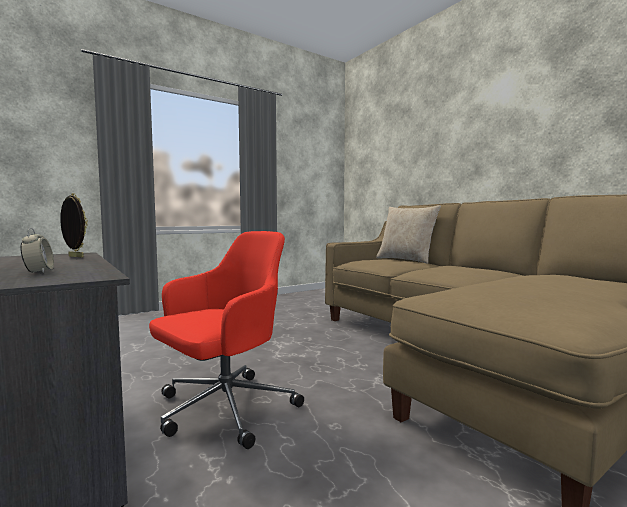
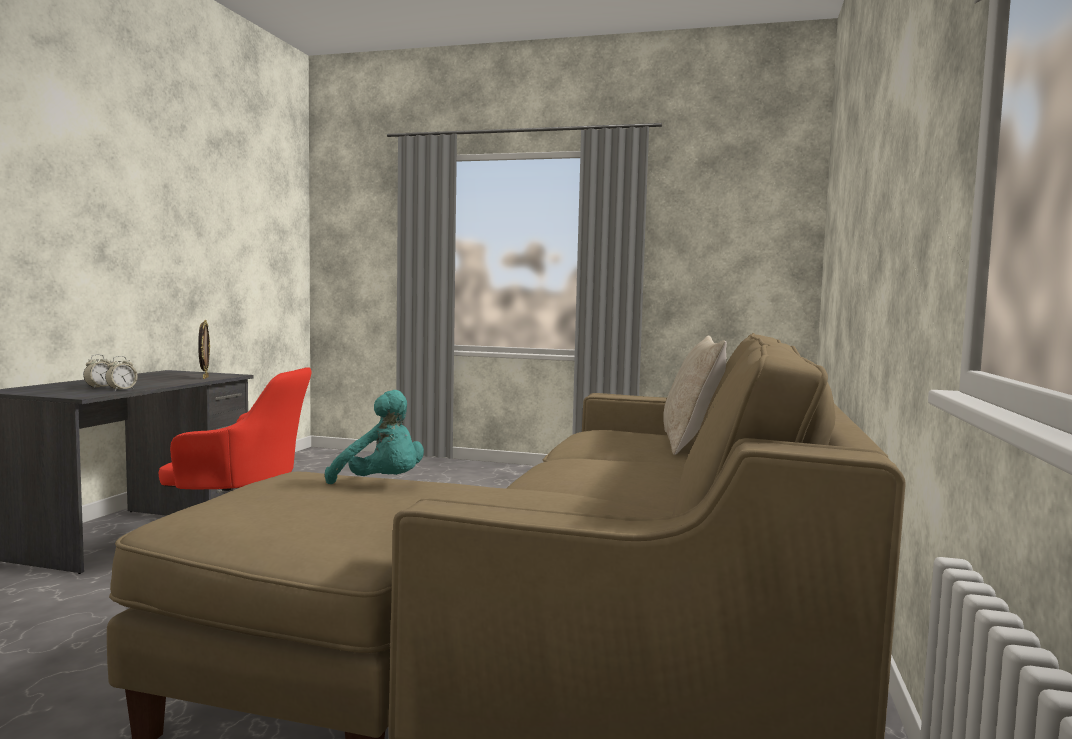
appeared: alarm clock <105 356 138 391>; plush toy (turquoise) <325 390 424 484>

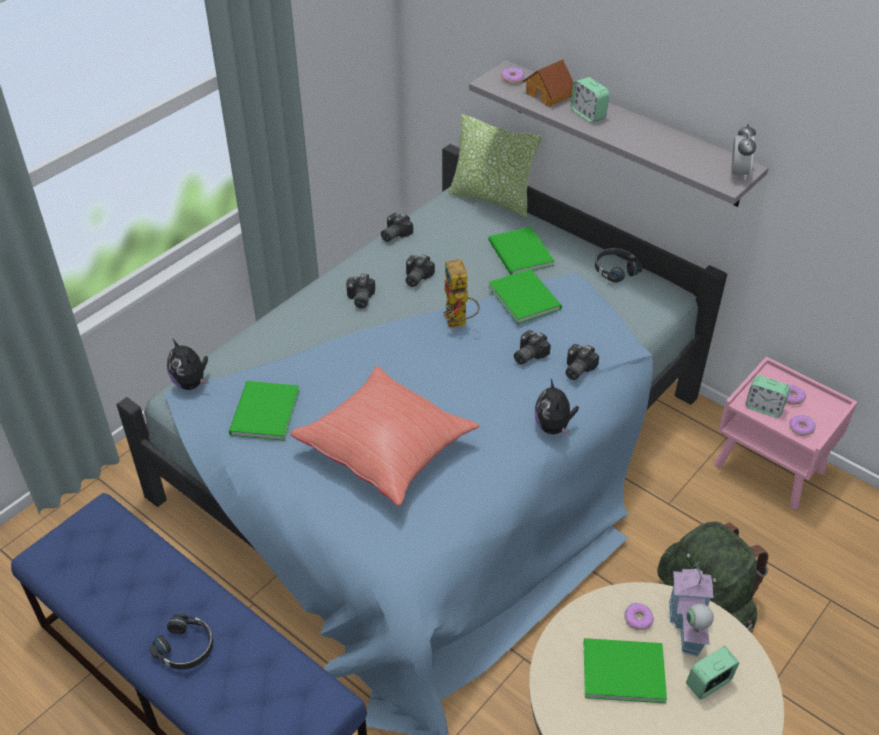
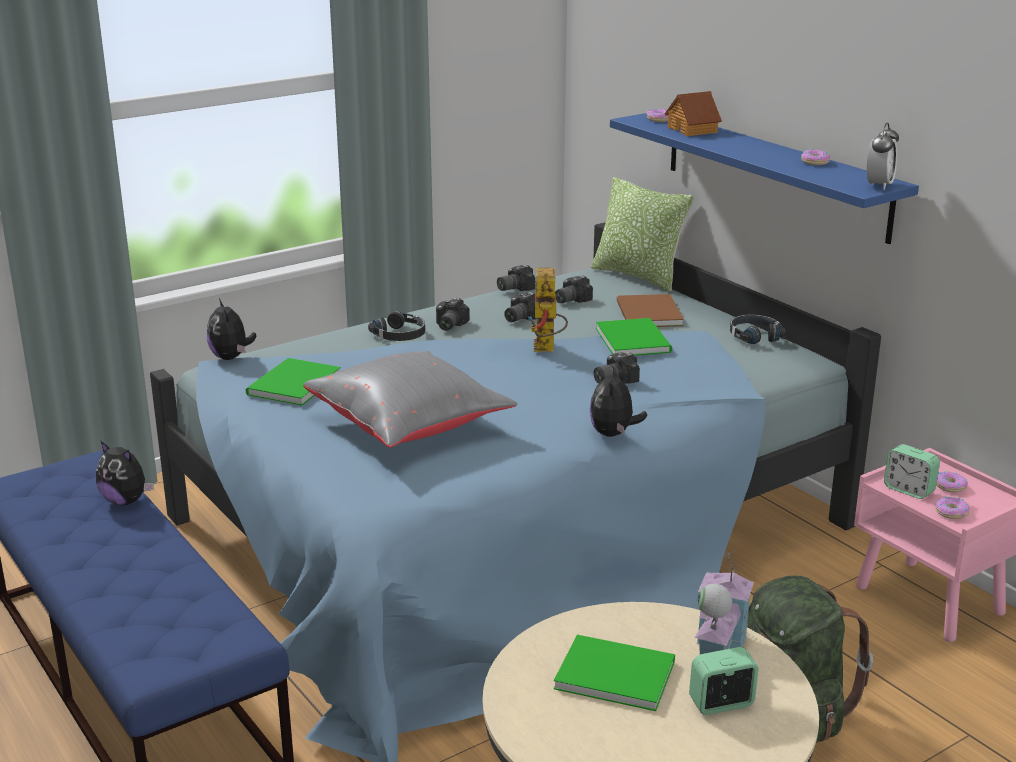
missing: alarm clock <571 77 610 123>
appeared: plush toy <96 441 154 505>
relocated: headphones (black) <149 613 213 669> to <368 311 425 341>; photo camera <566 344 599 380> to <555 276 593 303>; donut <625 603 654 630> to <801 149 830 165>
colour: pillow (red) <290 366 480 506> to pillow (grey) <303 351 517 448>; shelf (grey) <469 60 768 207> to shelf (blue) <610 113 919 244>; book (green) <488 227 555 275> to book (brown) <617 294 684 327>

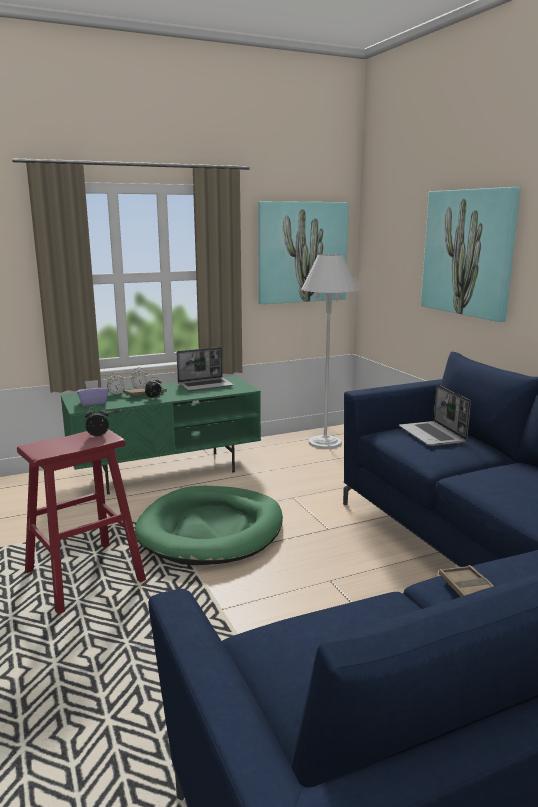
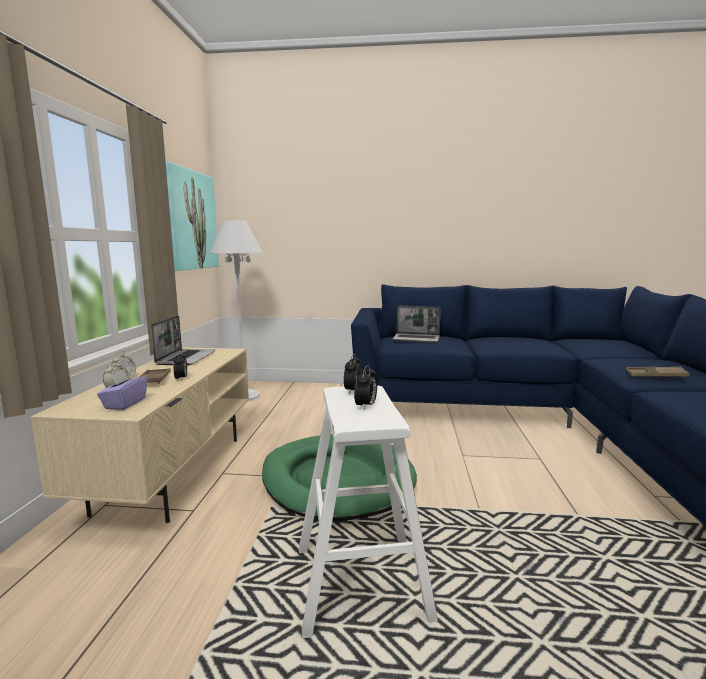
missing: picture <421 187 521 322>
appeared: alarm clock <354 365 377 410>
colour: stool (red) <17 429 146 614> to stool (white) <299 385 438 638>; tv stand (green) <60 376 261 494> to tv stand (beige) <30 347 249 523>

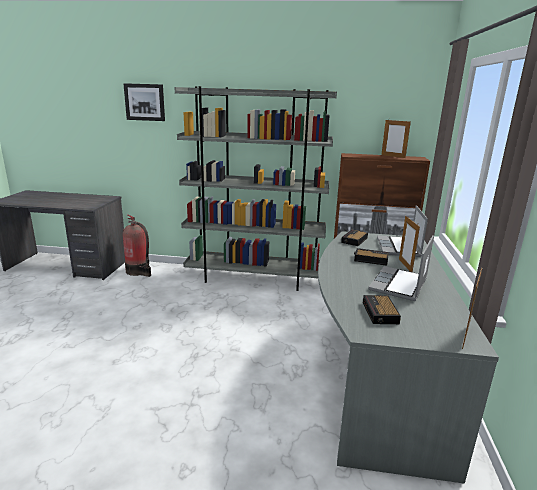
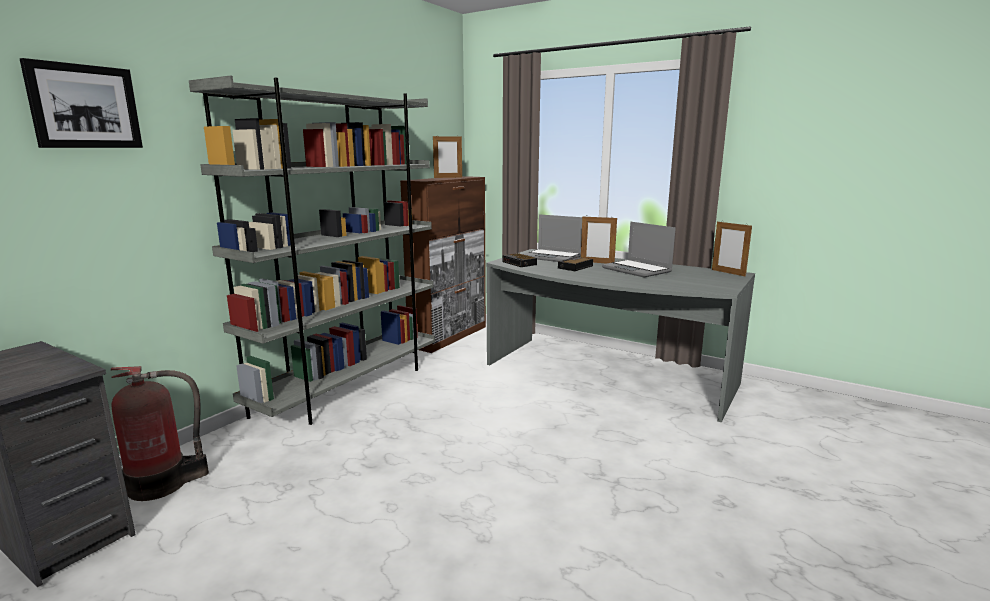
missing: alarm clock <363 295 401 324>

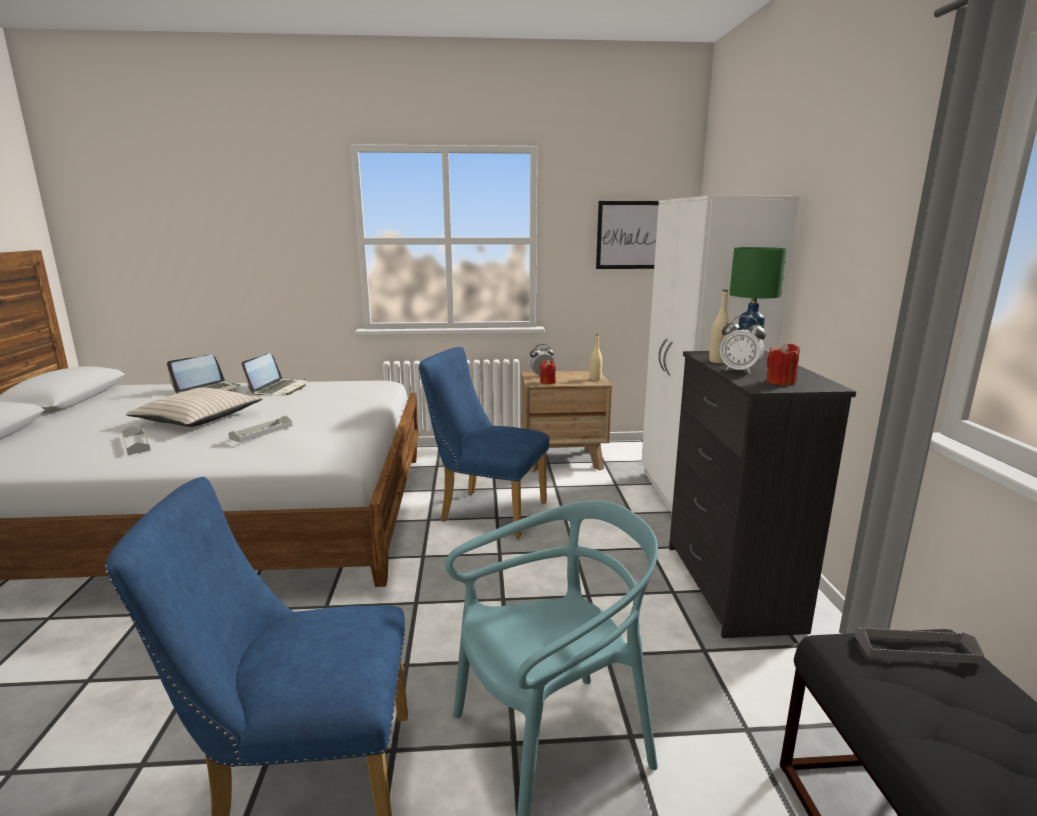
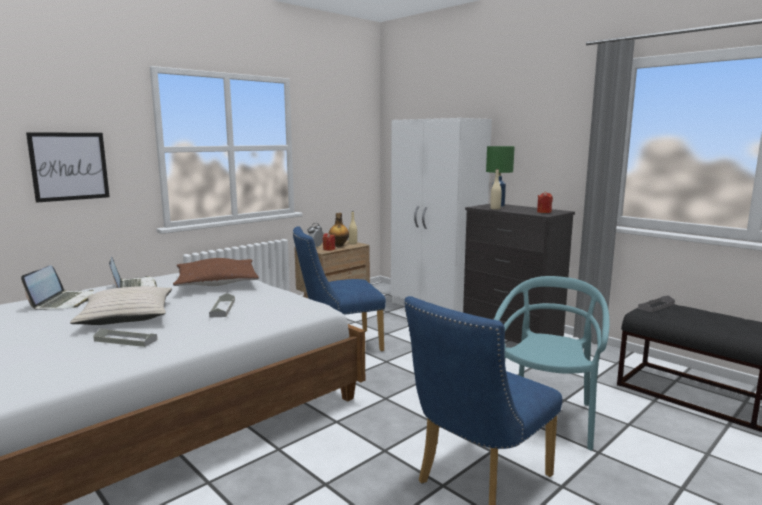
missing: alarm clock <720 316 766 374>
appeared: pillow (brown) <173 258 259 286>; bottle <329 213 349 247>
relocated: picture <596 201 659 269> to <26 132 110 203>

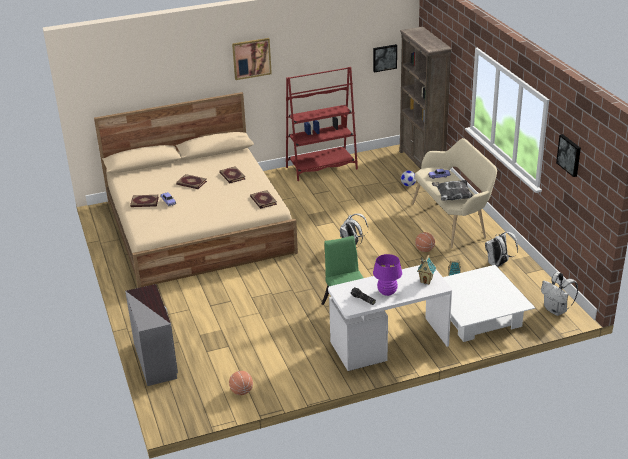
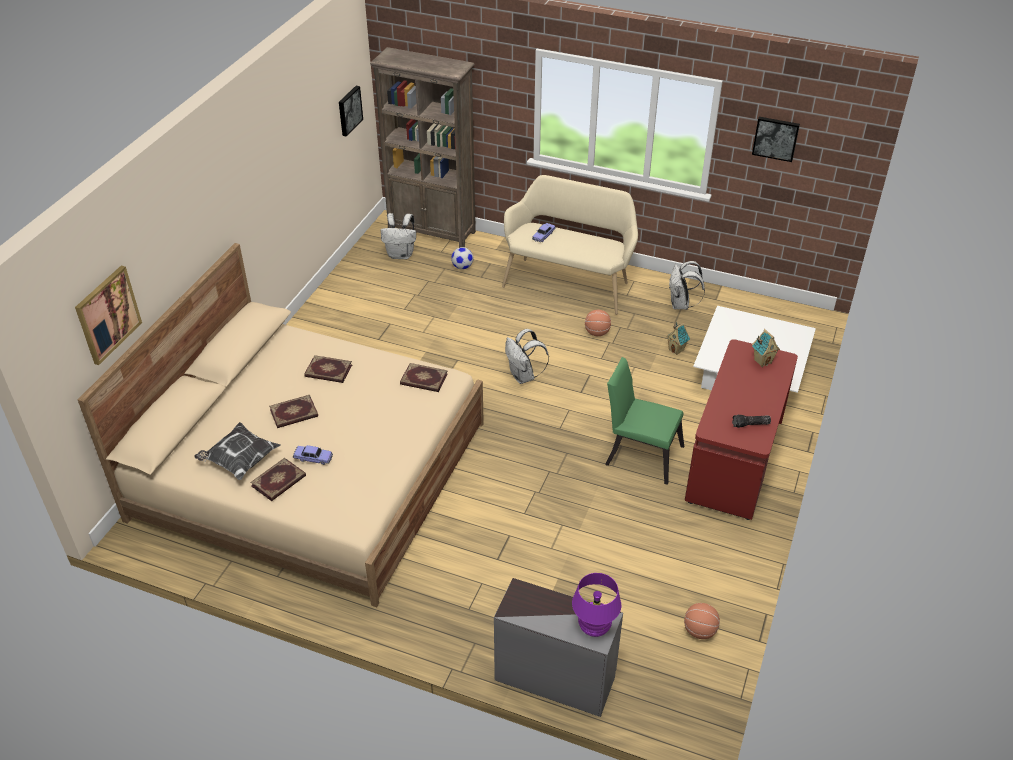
missing: bookcase (red) <286 67 358 181>
relocated: picture <232 38 272 80> to <75 266 142 365>; table lamp (purple) <373 254 402 296> to <572 573 621 637>; pillow <432 180 474 201> to <194 422 281 480>; backpack (white) <541 272 578 316> to <381 213 416 259>
colour: desk (white) <328 265 452 371> to desk (red) <685 339 798 520>

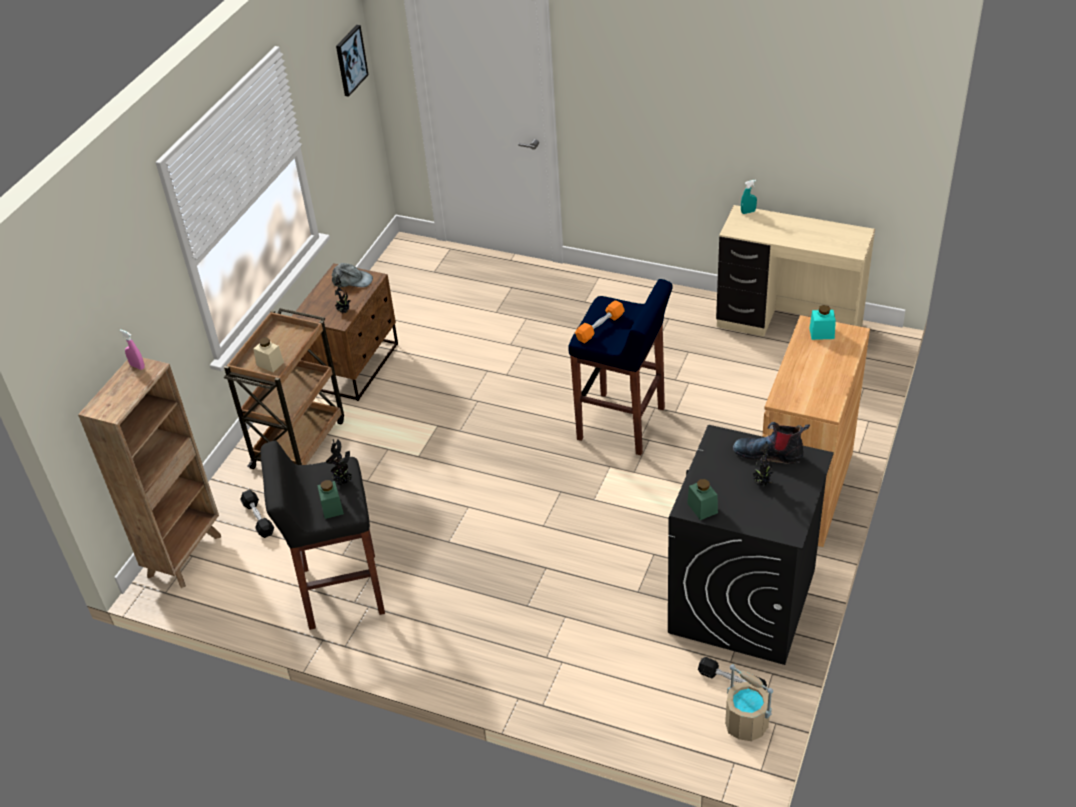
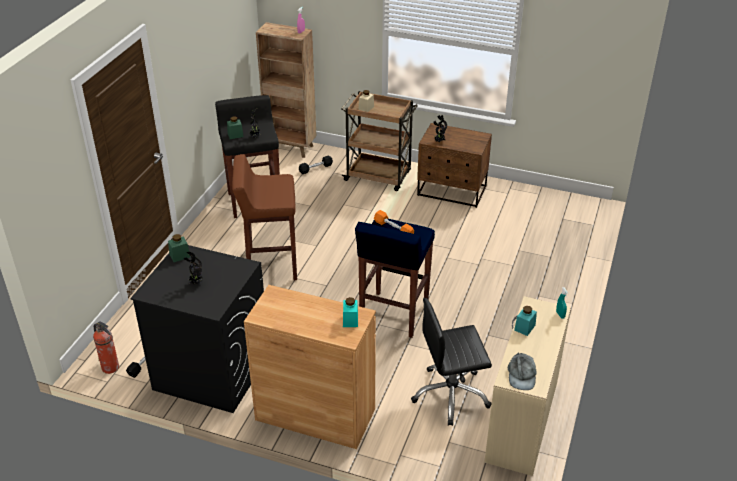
missing: picture <336 25 369 97>; boot <733 422 810 464>
appeared: stool (brown) <232 154 297 280>; office chair (black) <411 298 492 426>; jar (turquoise) <514 306 537 336>
relocated: cap (grey) <332 263 373 287> to <508 353 537 390>
exchanged: bucket (beige) <725 665 773 741> to fire extinguisher <93 321 119 374>

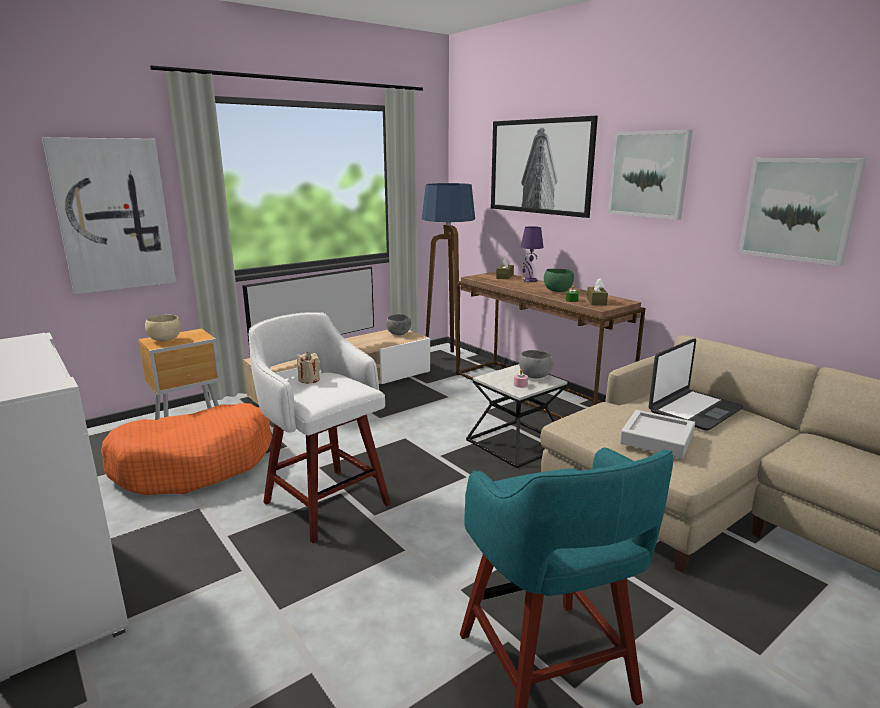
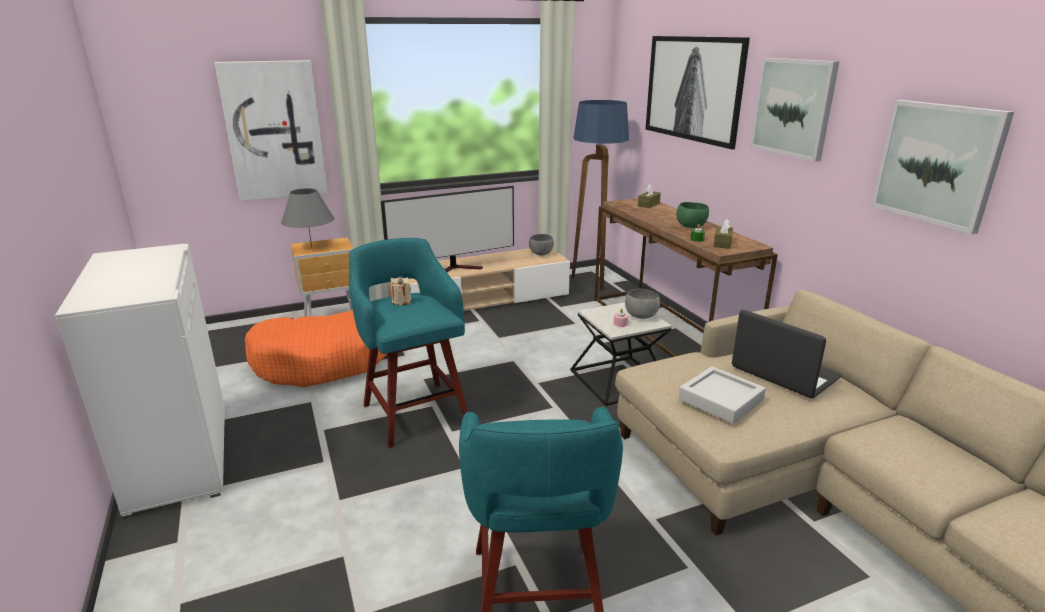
missing: table lamp (purple) <521 226 544 282>
exchanged: bowl (beige) <145 315 181 341> to table lamp (grey) <281 188 334 247>
colour: stool (white) <248 312 391 543> to stool (turquoise) <349 238 468 448>
spun: laptop <649 338 743 430> = <732 310 841 398> 105 degrees counterclockwise

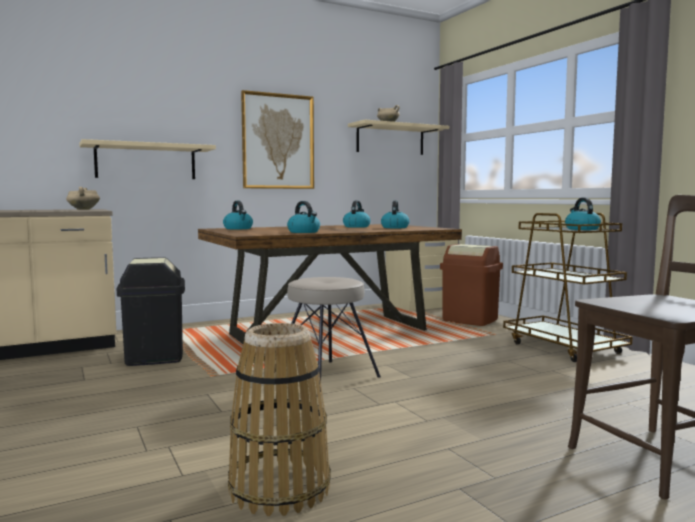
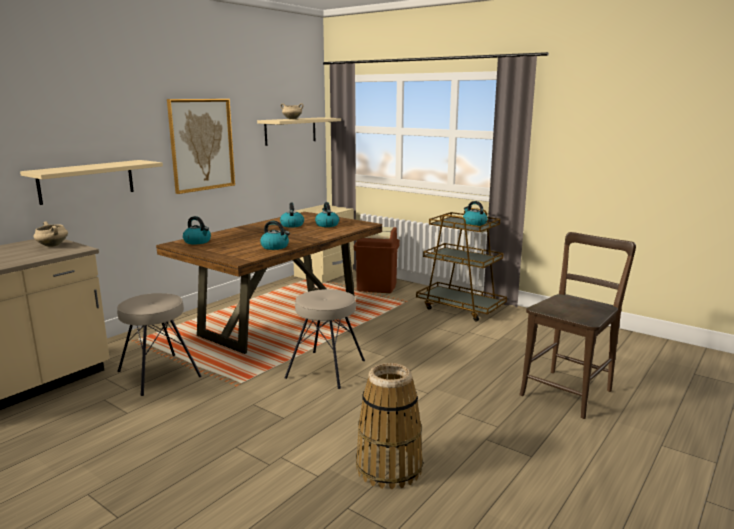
exchanged: trash can (black) <117 257 185 366> to stool (beige) <117 293 202 396>

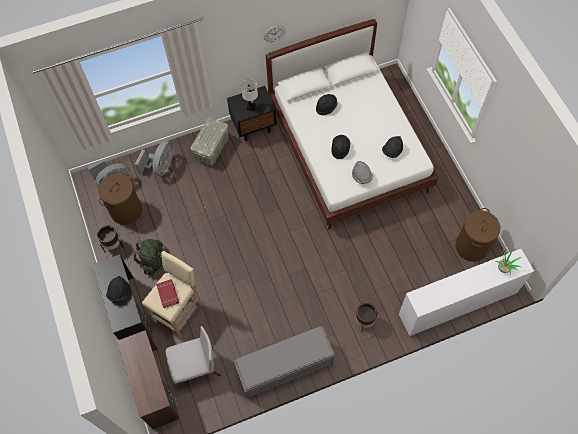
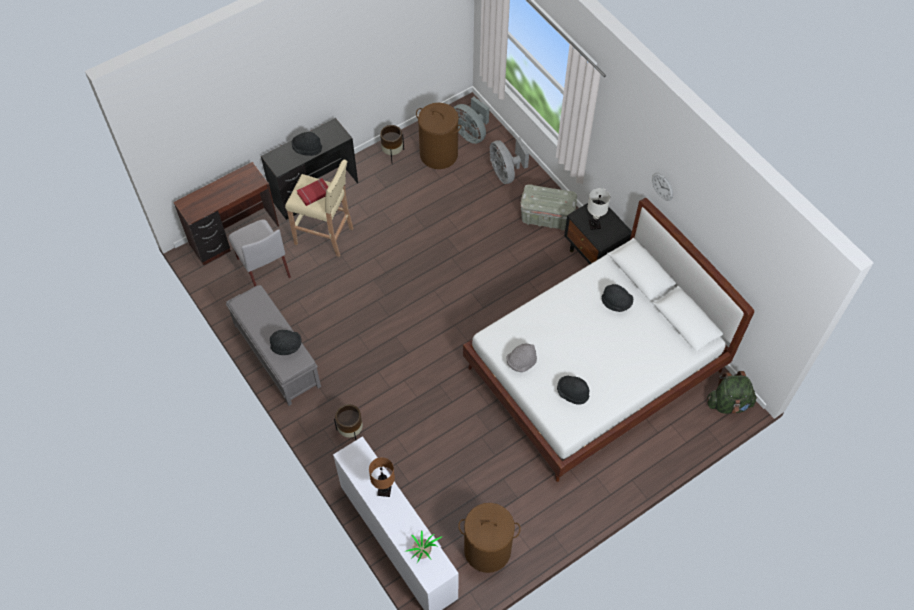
appeared: table lamp (brown) <369 457 395 497>
relocated: backpack (green) <134 239 164 275> to <707 371 757 414>; hat (black) <331 135 350 159> to <270 330 302 355>
spun: fan (grey) <135 141 173 176> = <490 137 529 184> 60 degrees clockwise

